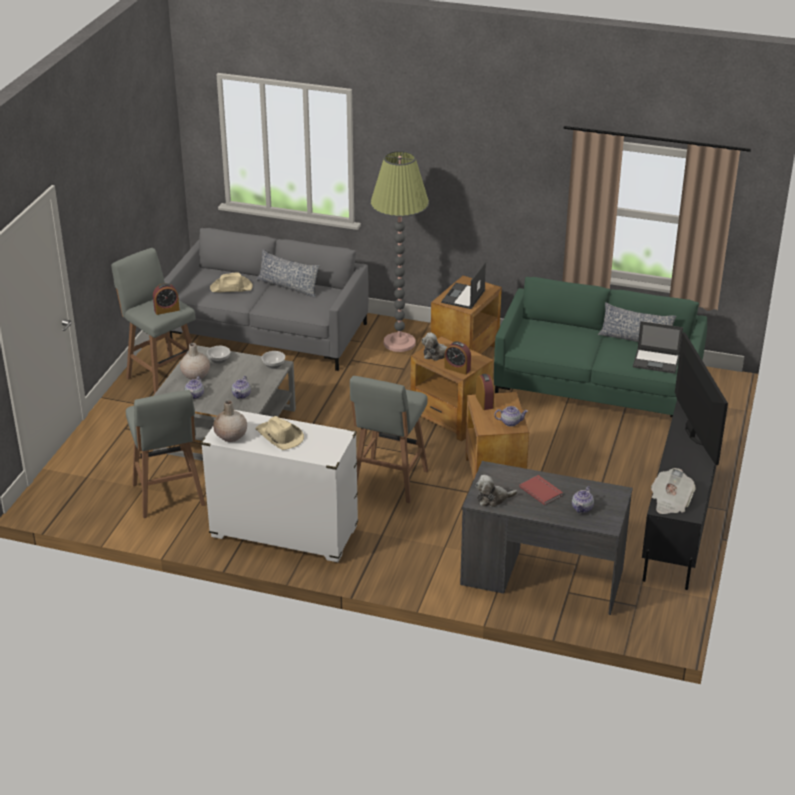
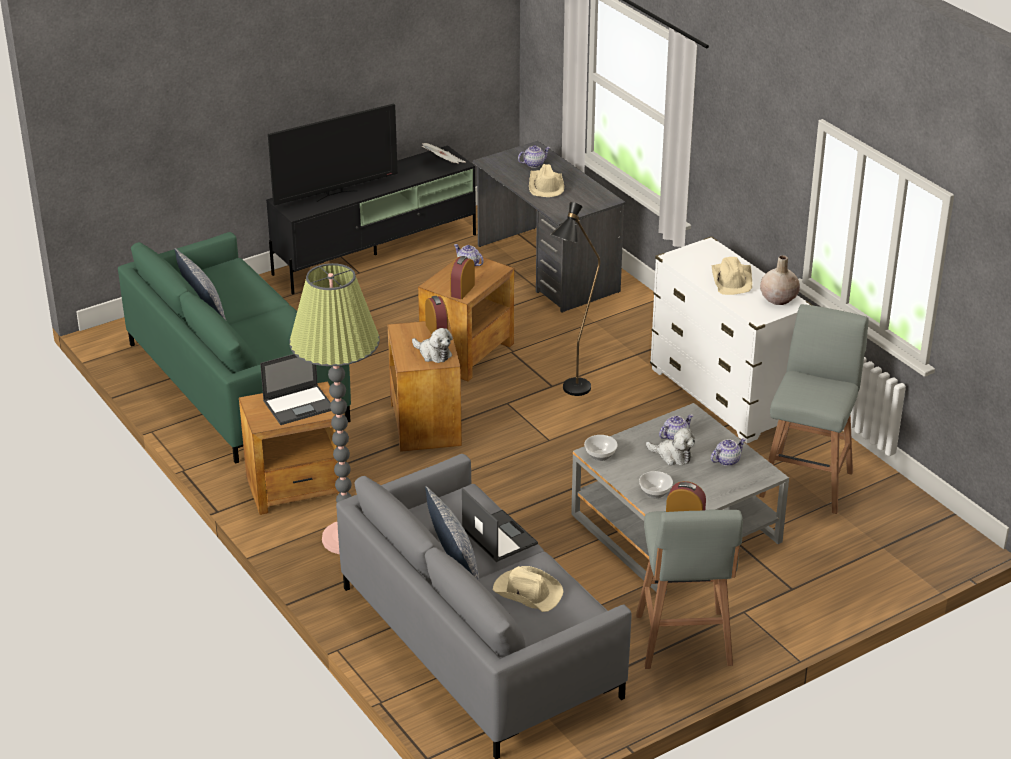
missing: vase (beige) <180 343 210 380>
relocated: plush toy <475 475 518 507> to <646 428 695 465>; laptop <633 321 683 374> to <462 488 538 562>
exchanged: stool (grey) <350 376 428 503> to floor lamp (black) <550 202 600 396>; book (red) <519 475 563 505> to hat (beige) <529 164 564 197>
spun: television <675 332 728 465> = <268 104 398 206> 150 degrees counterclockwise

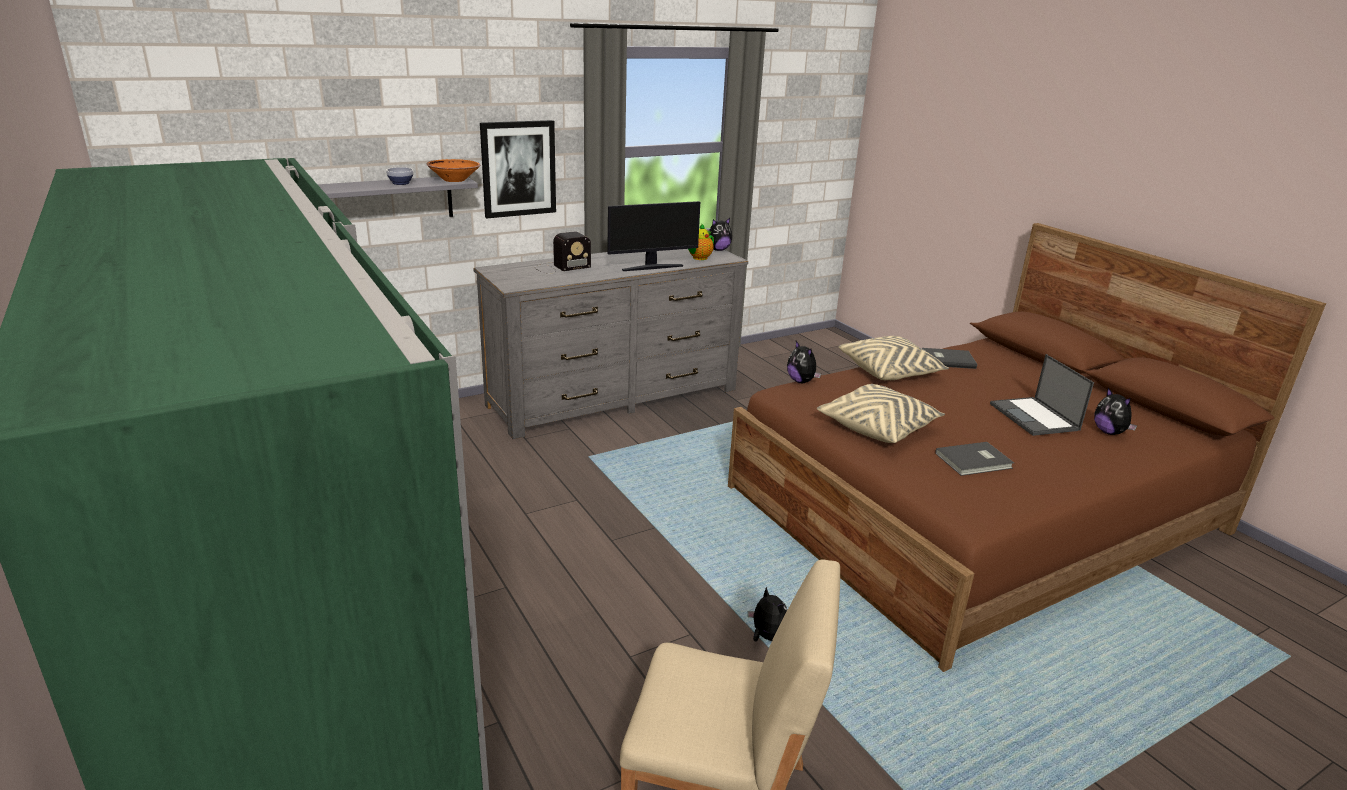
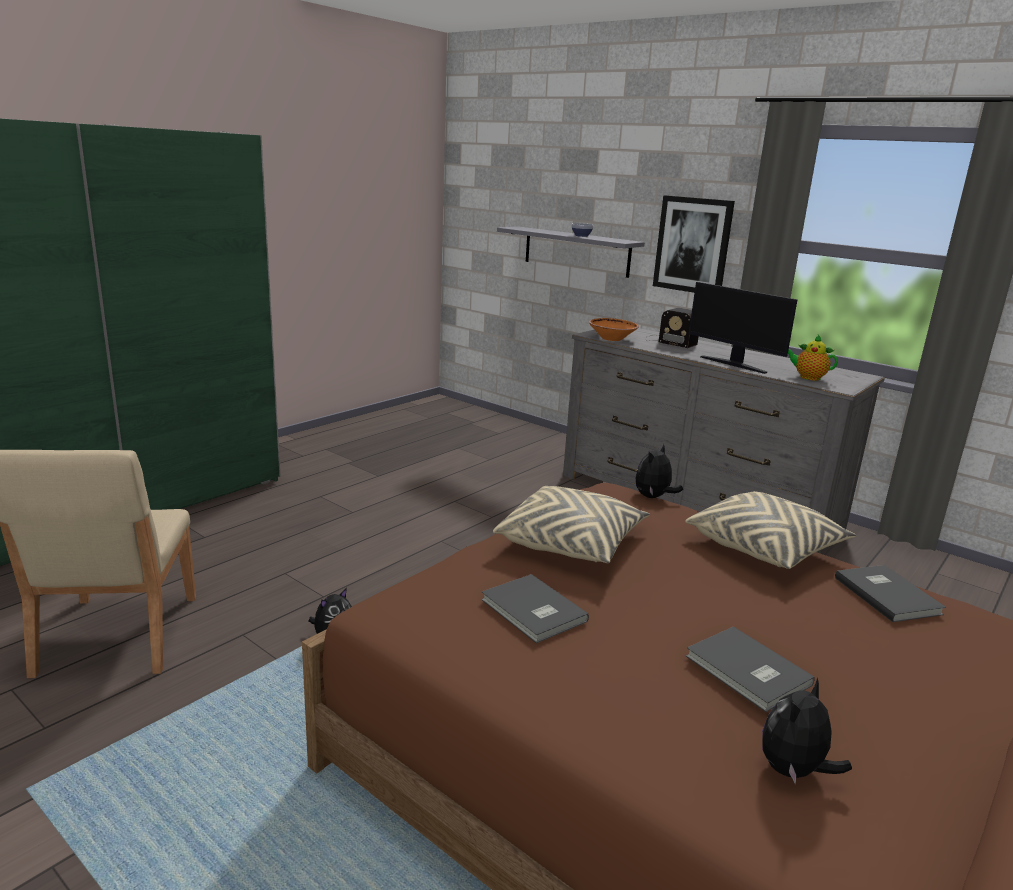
missing: plush toy <709 218 732 251>
relocated: bowl (orange) <426 159 480 182> to <589 318 639 341>
exchanged: laptop <990 354 1094 436> to book (grey) <686 627 815 712>

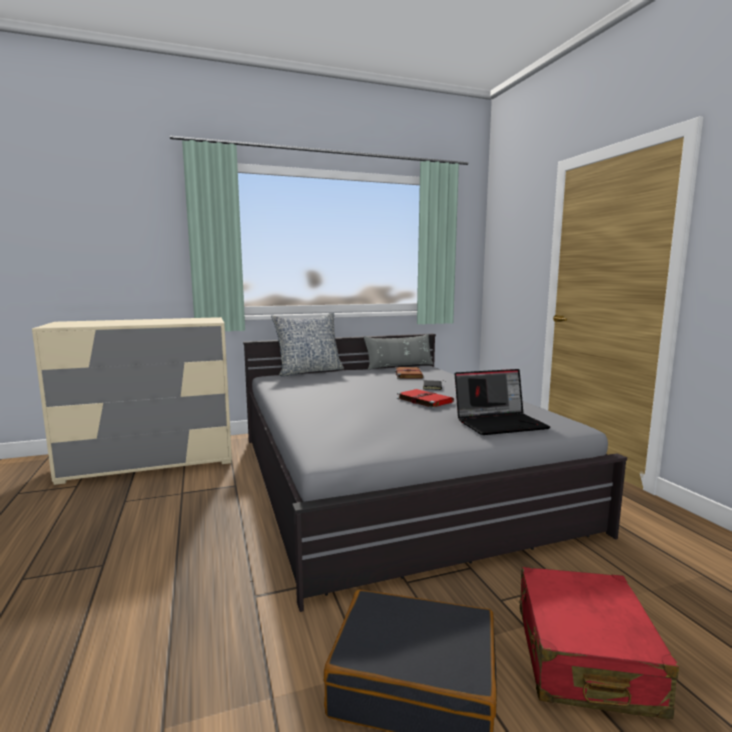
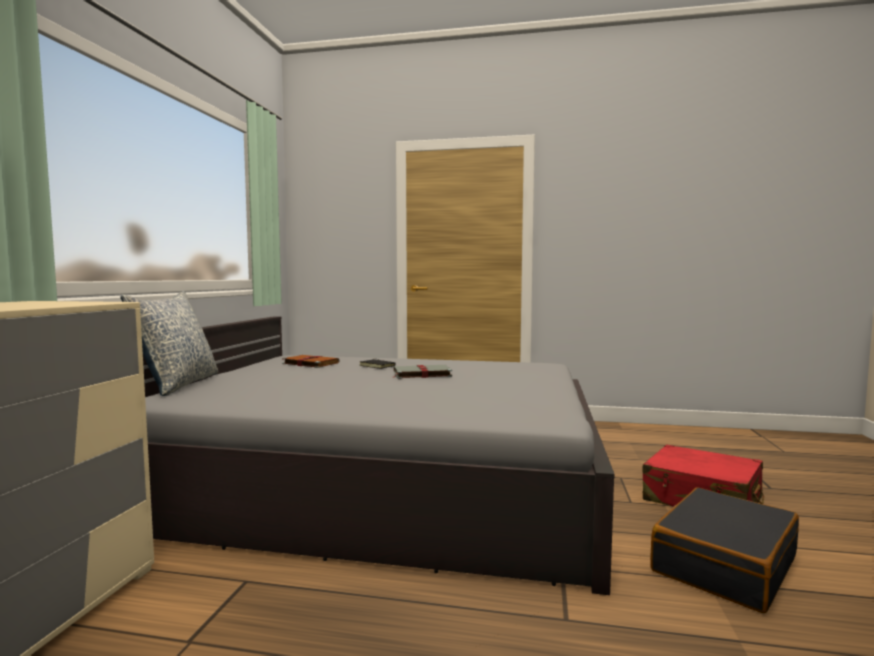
missing: pillow (grey) <364 334 434 370>; laptop <455 369 550 435>
colour: book (red) <397 389 454 408> to book (grey) <394 365 452 379>

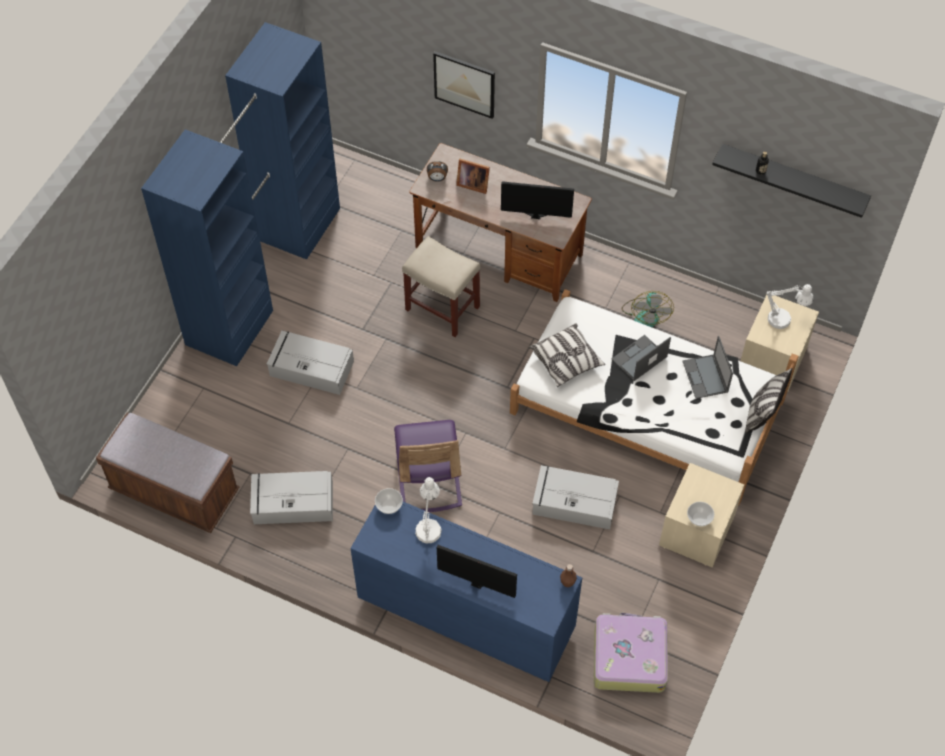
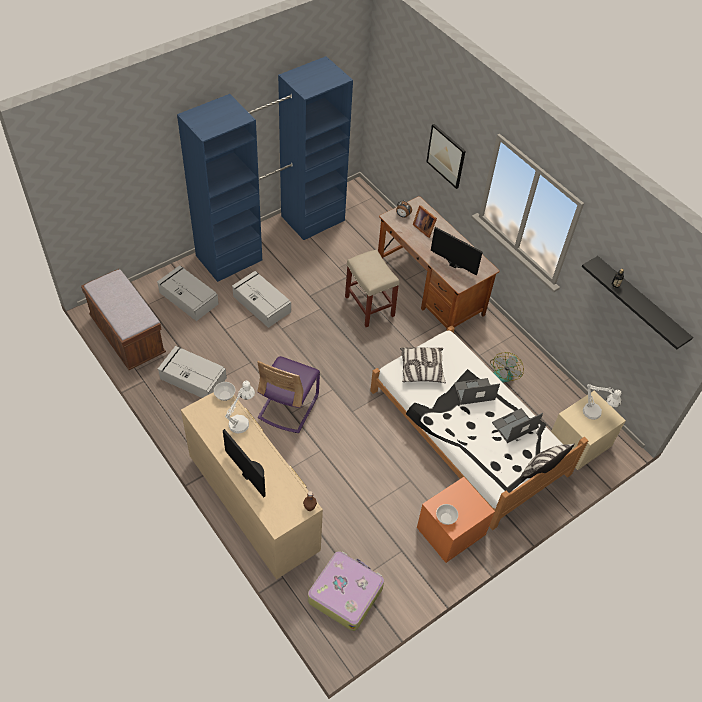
relocated: storage box (grey) <532 465 619 529> to <157 265 219 321>
colour: dresser (blue) <350 502 582 682> to dresser (beige) <181 392 323 580>; nightstand (beige) <659 463 744 568> to nightstand (orange) <417 477 495 563>
spun: laptop <683 336 733 399> = <492 408 543 443> 45 degrees clockwise

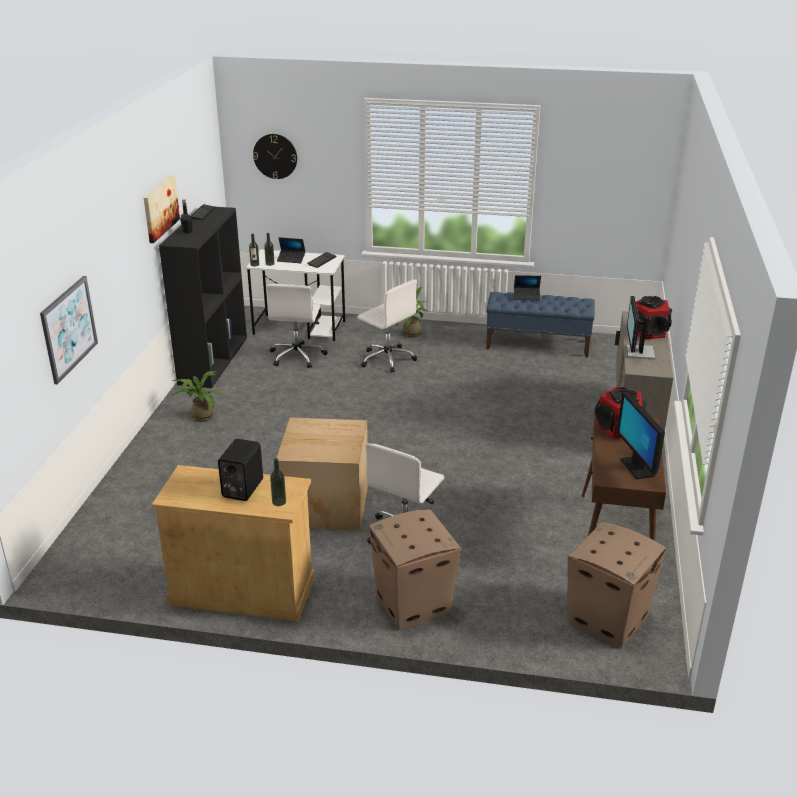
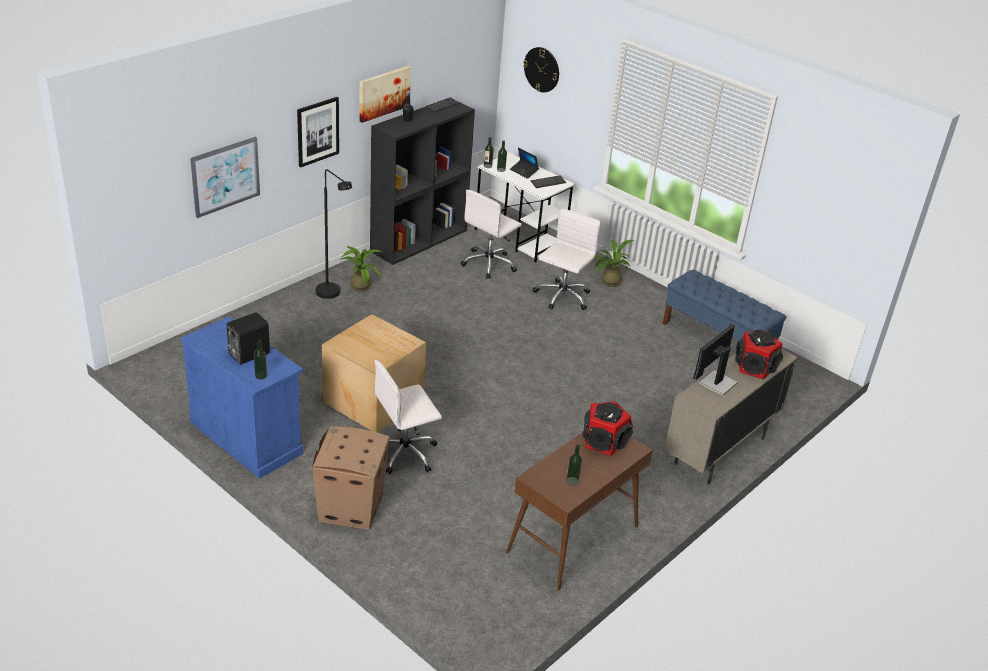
missing: laptop <514 275 541 300>; cardboard box <568 522 666 648>
appeared: picture <297 97 339 167>; floor lamp (black) <316 169 352 299>
exchanged: monitor <617 392 665 479> to bottle <566 444 582 486>
colour: cabinet (beige) <152 465 315 622> to cabinet (blue) <181 316 303 479>
spun: office chair (white) <357 280 417 373> = <533 208 601 310> 135 degrees counterclockwise

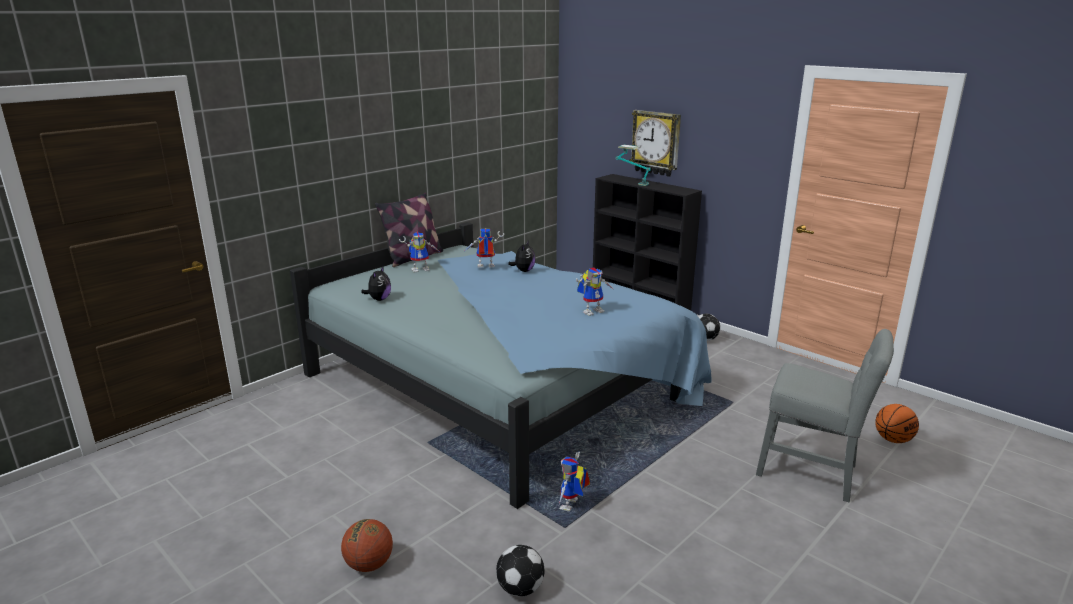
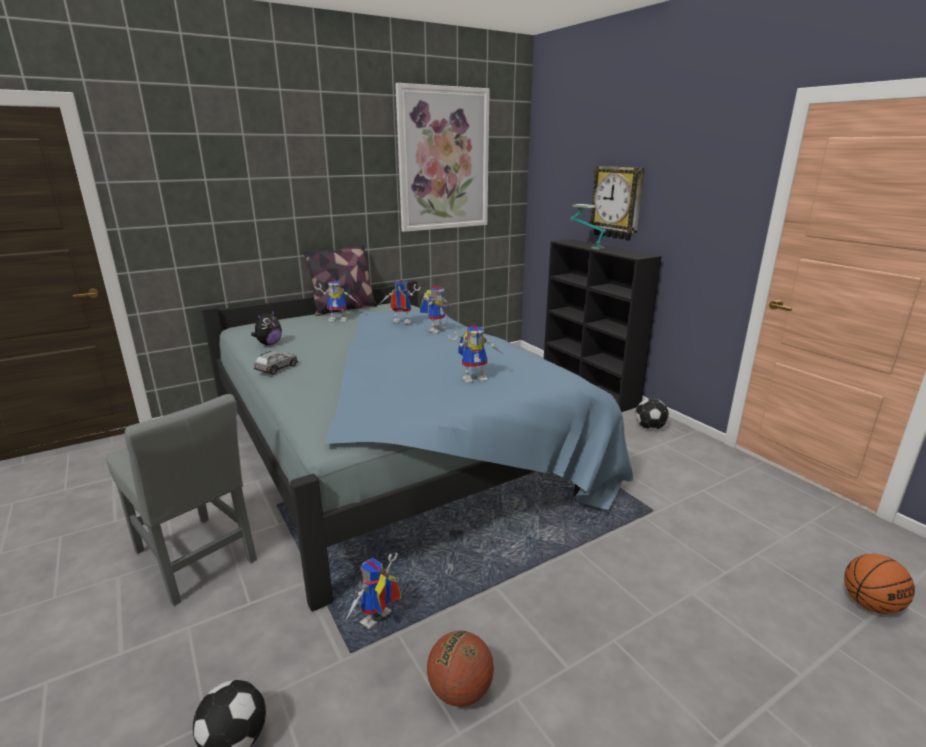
appeared: toy car (grey) <254 351 298 375>; picture <395 83 490 232>
relocated: basketball <341 519 393 572> to <427 631 494 707>; chair (grey) <756 329 894 502> to <106 394 257 606>
exchanged: plush toy <508 240 536 272> to toy robot <420 286 449 333>

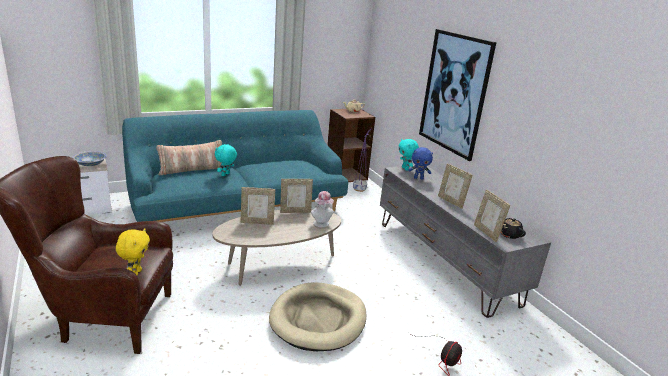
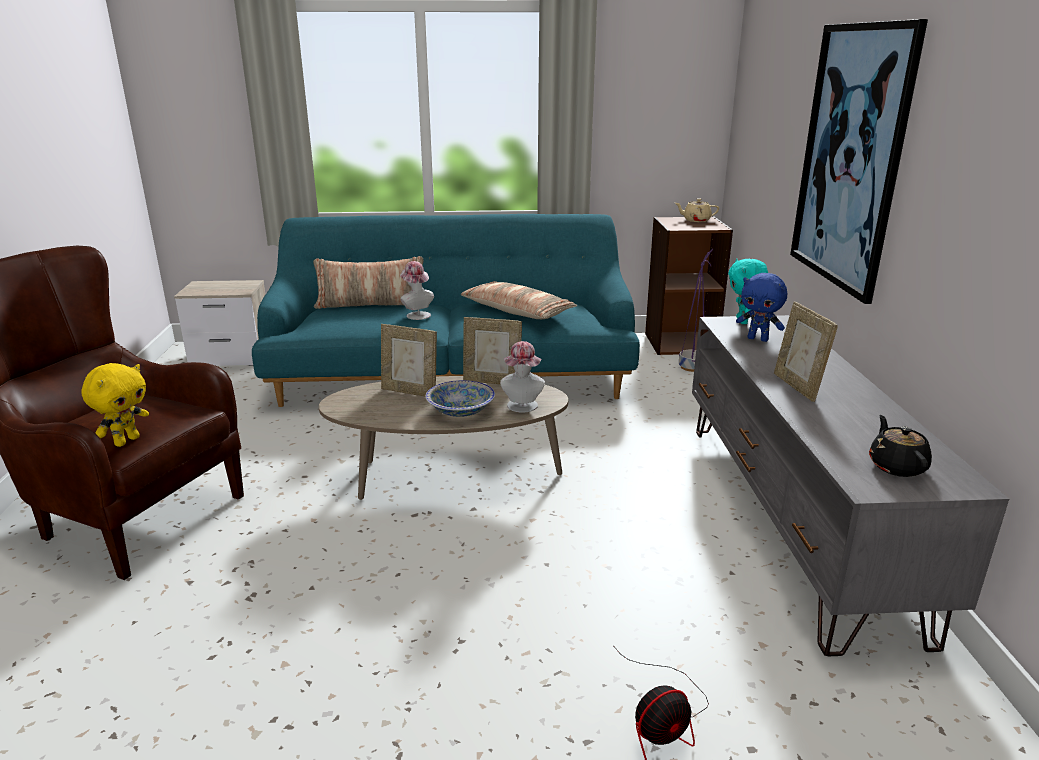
missing: dog bed (beige) <269 282 367 351>; picture frame <474 190 510 242>
appeared: pillow <461 281 577 319>
relocated: bowl <72 151 107 166> to <425 380 495 417>
exchanged: plush toy (turquoise) <215 144 237 176> to hat <400 261 434 320>

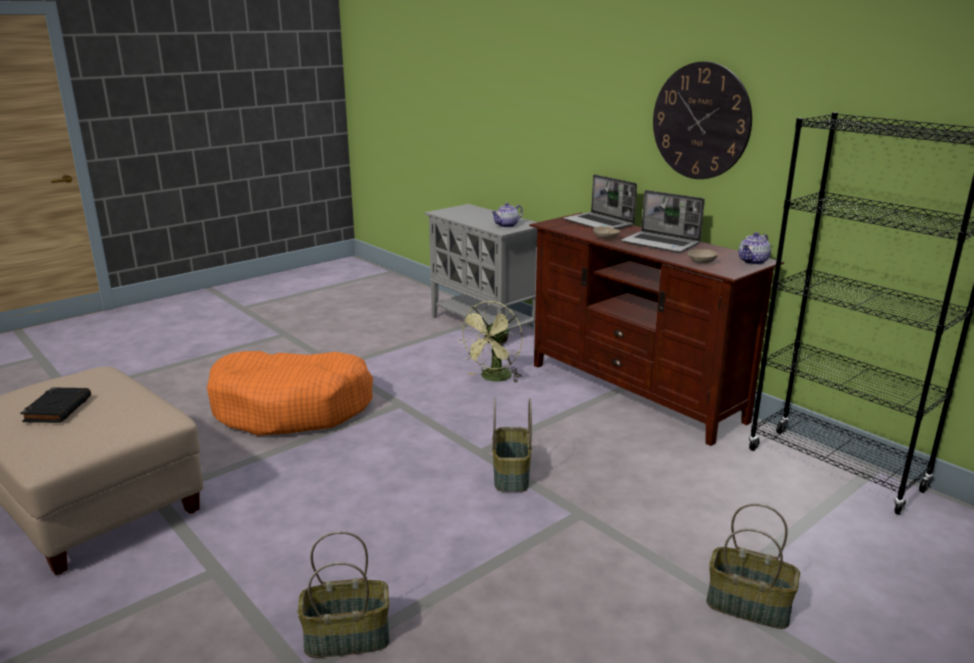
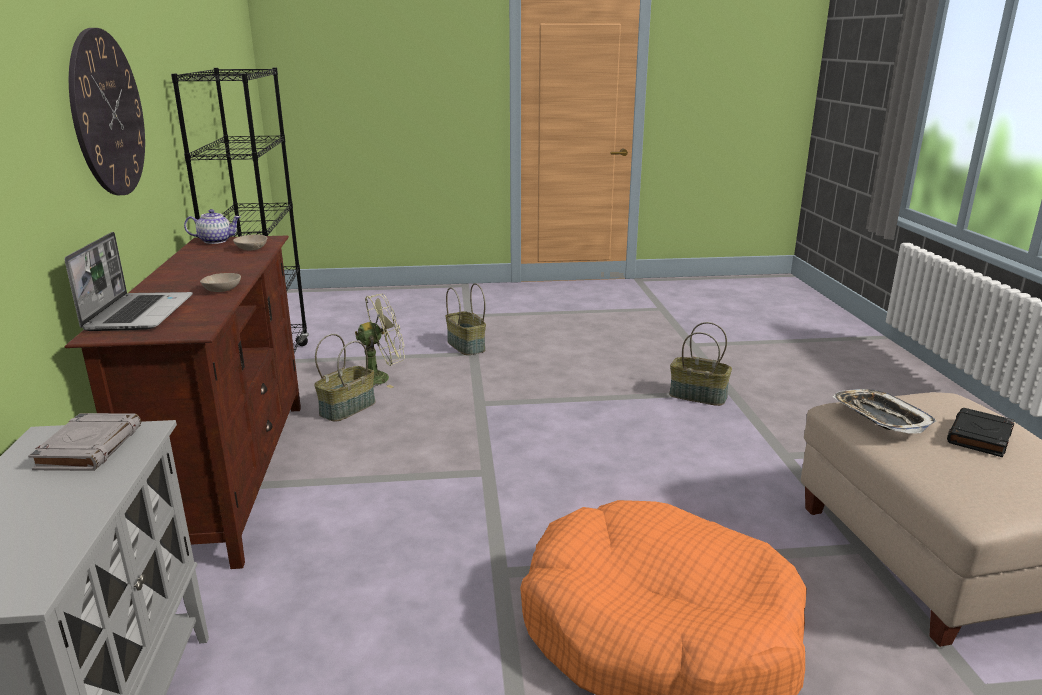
missing: laptop <621 190 705 253>
appeared: tray <832 389 937 434>
relocated: fan (green) <457 301 523 383> to <355 294 405 388>; basket <492 398 532 492> to <314 334 375 422>
exchanged: teapot <491 203 523 228> to book (grey) <28 413 141 471>

